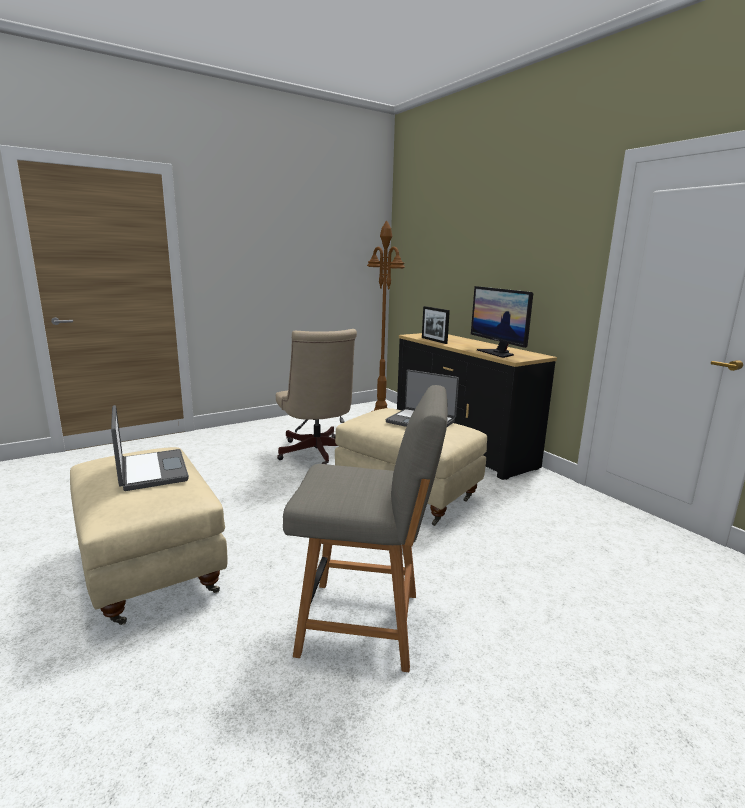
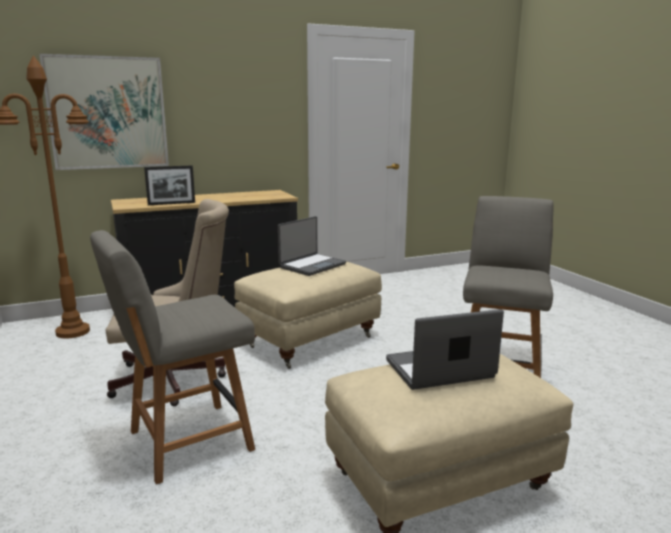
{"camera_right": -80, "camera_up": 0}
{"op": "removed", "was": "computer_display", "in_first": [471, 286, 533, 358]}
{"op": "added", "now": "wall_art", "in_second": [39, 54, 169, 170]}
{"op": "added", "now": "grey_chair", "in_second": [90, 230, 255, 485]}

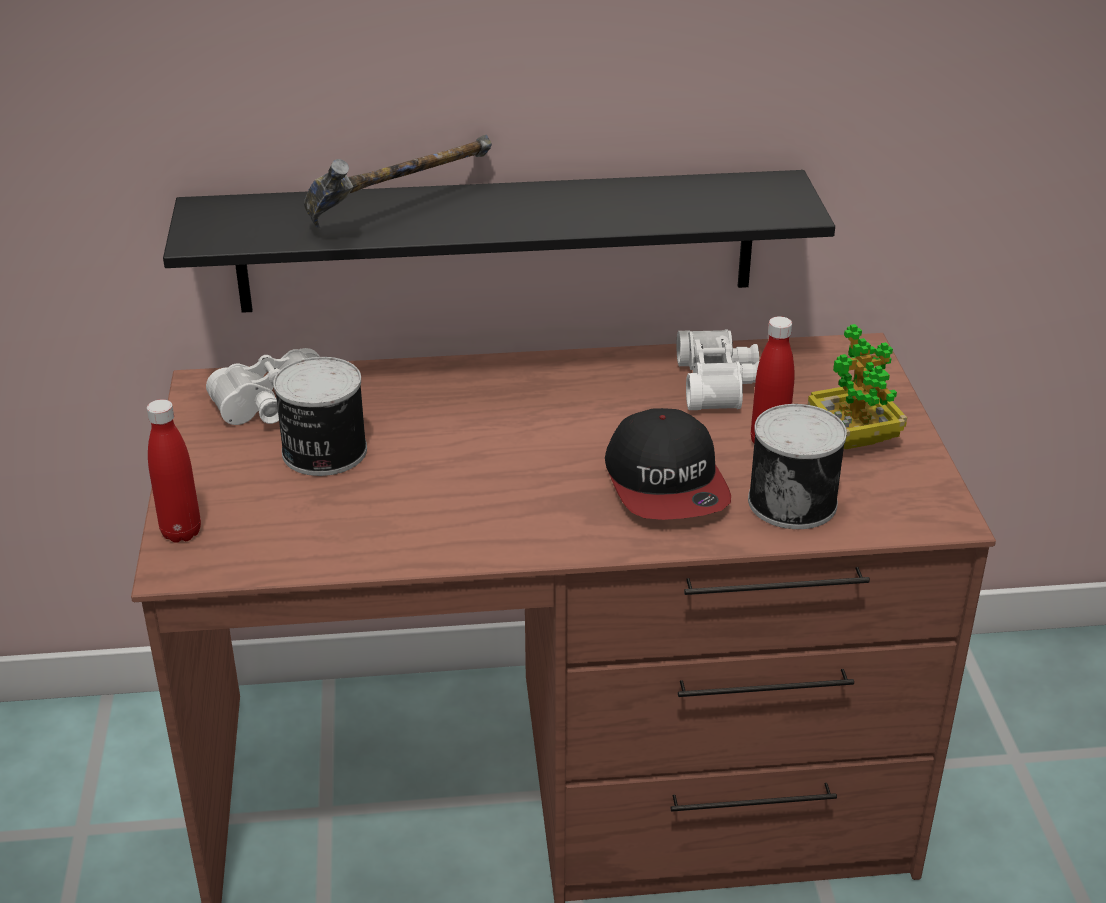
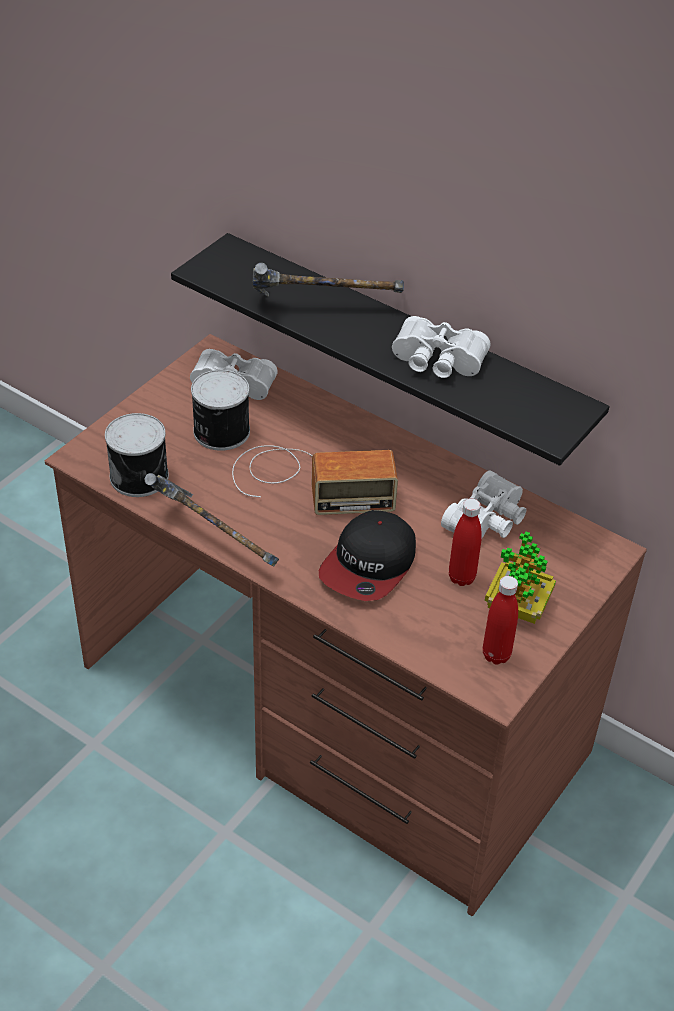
{"camera_right": 40, "camera_up": 10}
{"op": "added", "now": "hammer", "in_second": [144, 473, 279, 566]}
{"op": "added", "now": "radio_receiver", "in_second": [232, 445, 398, 515]}
{"op": "added", "now": "whitish_pair_of_binoculars", "in_second": [392, 316, 490, 378]}
{"op": "moved", "was": "red-coloured_bottle", "in_first": [147, 399, 201, 543], "in_second": [483, 576, 518, 665]}
{"op": "moved", "was": "sealed_can", "in_first": [748, 404, 847, 529], "in_second": [105, 413, 169, 497]}

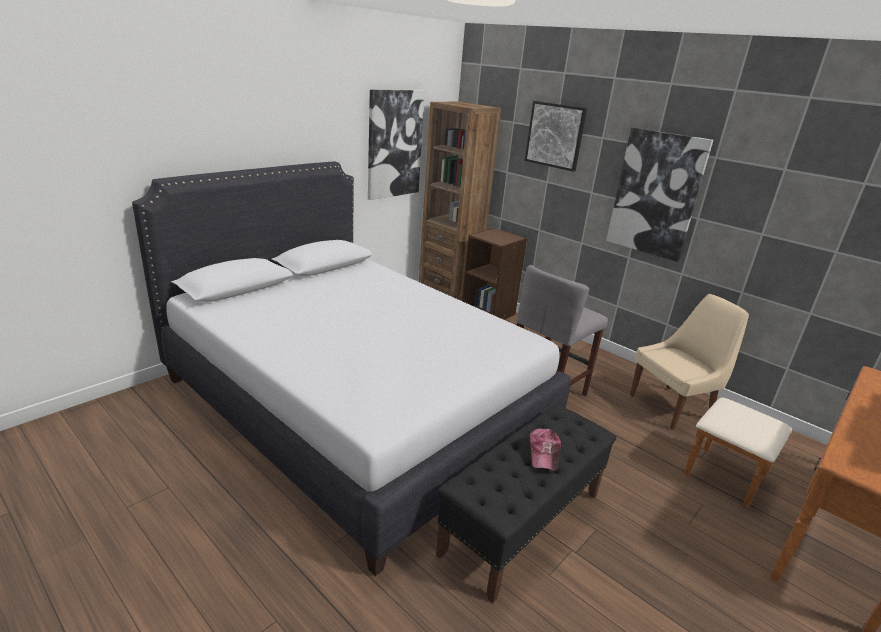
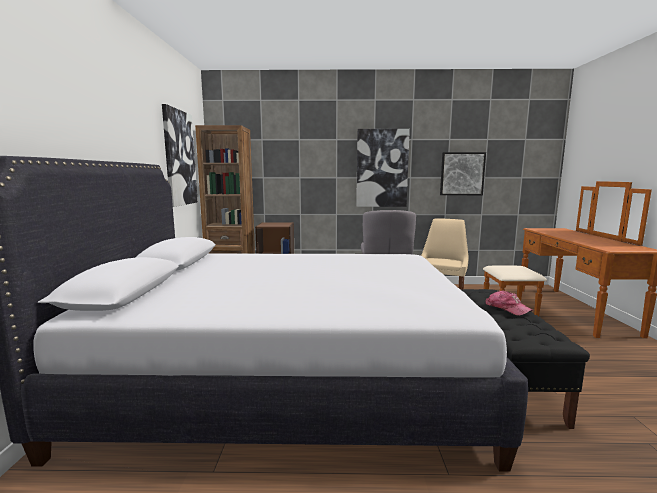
{"camera_right": -40, "camera_up": -15}
{"op": "moved", "was": "wall_art", "in_first": [525, 101, 587, 172], "in_second": [440, 152, 486, 195]}

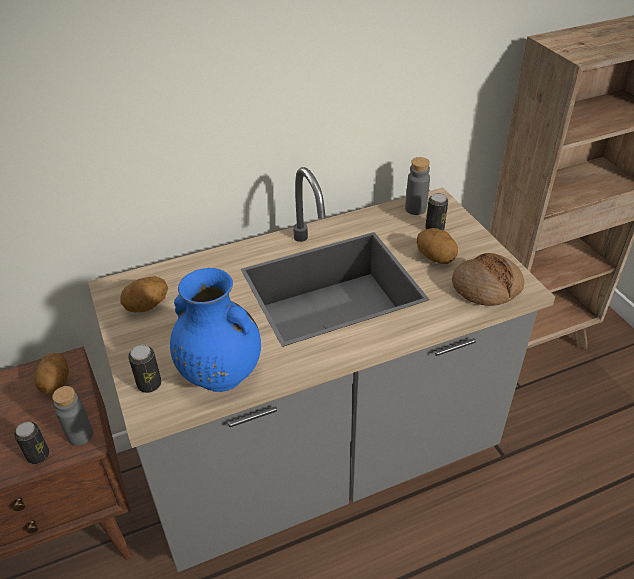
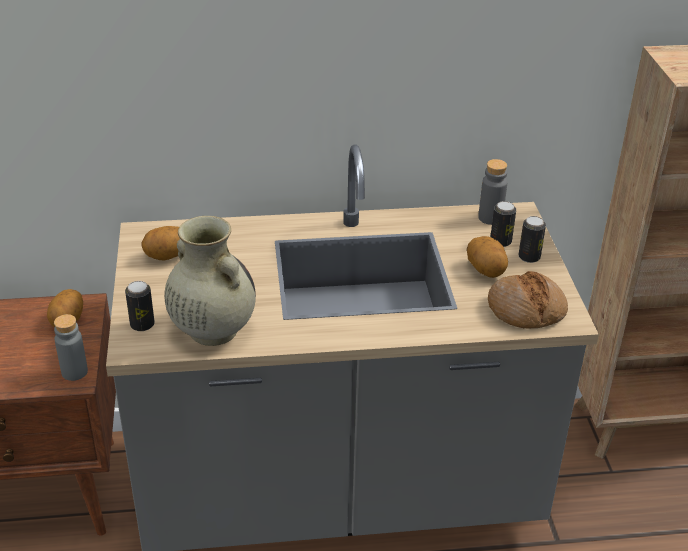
{"camera_right": 15, "camera_up": -5}
{"op": "moved", "was": "sealed_can", "in_first": [14, 422, 49, 464], "in_second": [519, 216, 546, 263]}
{"op": "recoloured", "was": "blue_flower_vase", "now": "sand-coloured_flower_vase", "in_first": [170, 268, 261, 392], "in_second": [164, 216, 256, 346]}

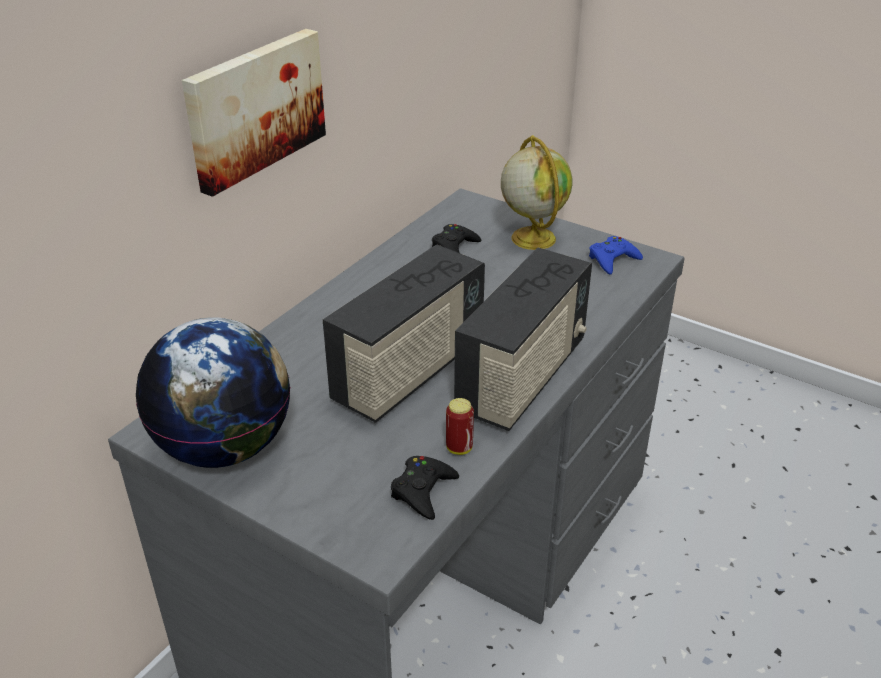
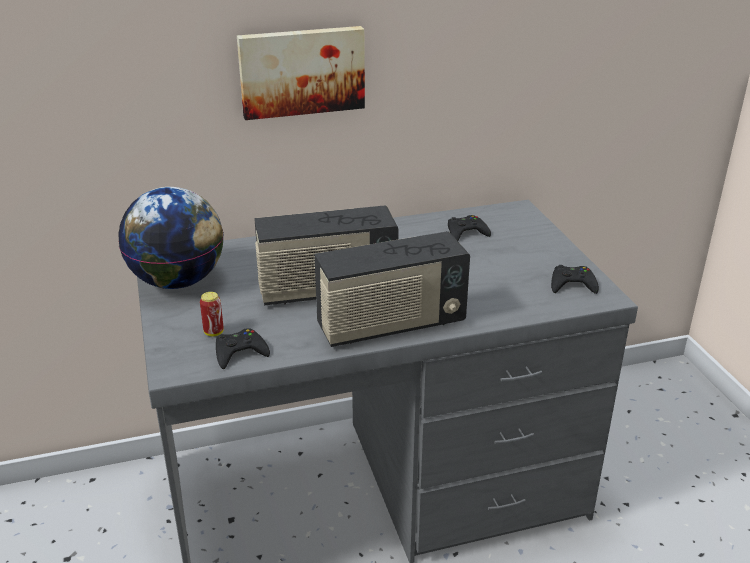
{"camera_right": 40, "camera_up": -5}
{"op": "removed", "was": "world_globe", "in_first": [501, 135, 572, 250]}
{"op": "moved", "was": "sealed_can", "in_first": [446, 398, 474, 455], "in_second": [200, 292, 224, 336]}
{"op": "recoloured", "was": "blue_game_controller", "now": "black-coloured_game_controller", "in_first": [589, 236, 643, 275], "in_second": [551, 265, 599, 294]}

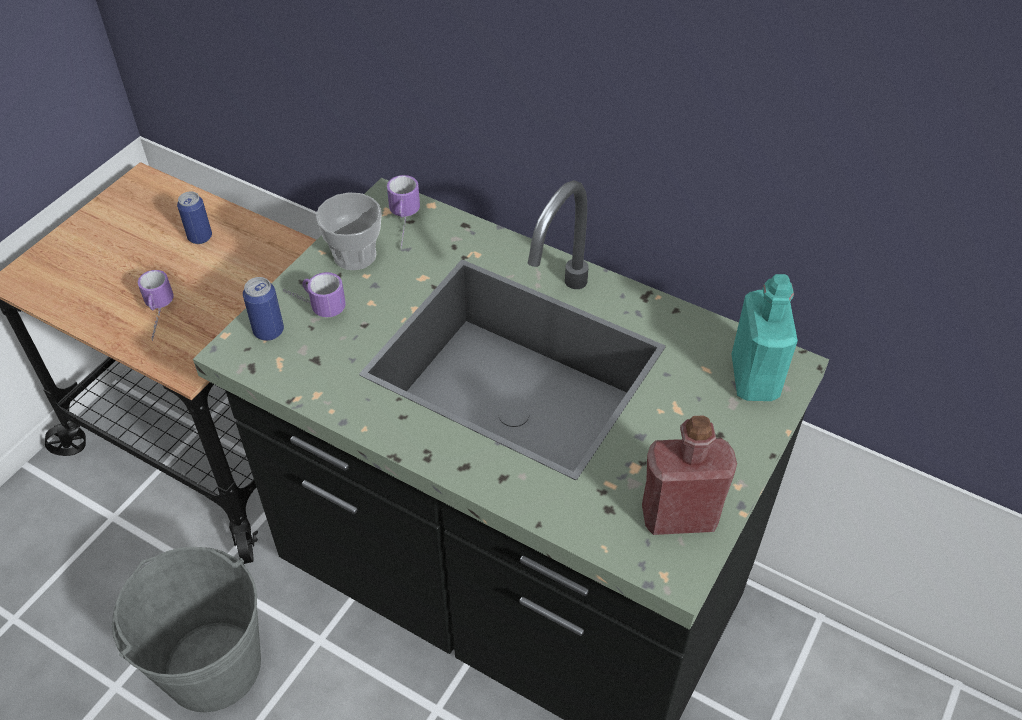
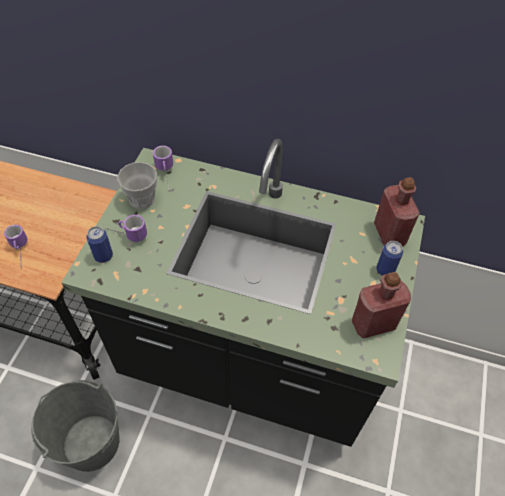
{"camera_right": -15, "camera_up": 5}
{"op": "moved", "was": "sealed_can", "in_first": [177, 191, 212, 244], "in_second": [376, 241, 403, 275]}
{"op": "recoloured", "was": "turquoise-coloured_bottle", "now": "red-coloured_bottle", "in_first": [732, 274, 798, 401], "in_second": [374, 177, 420, 247]}

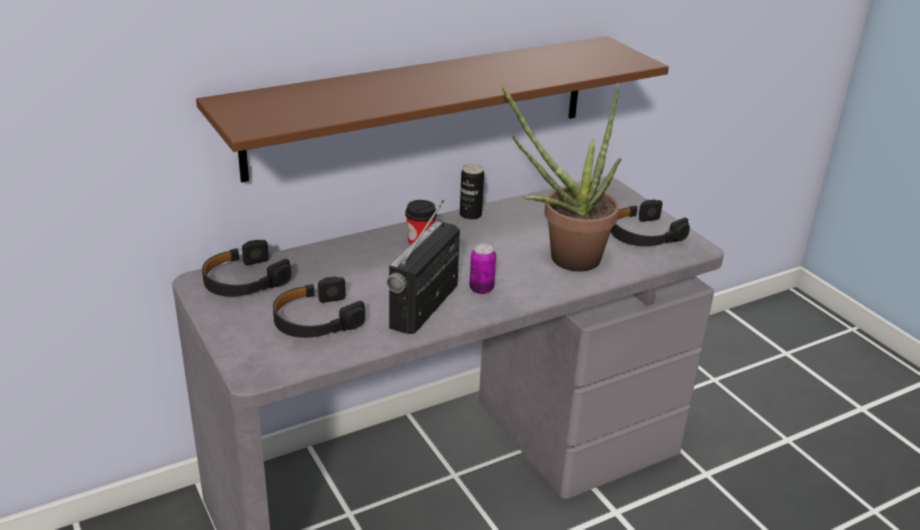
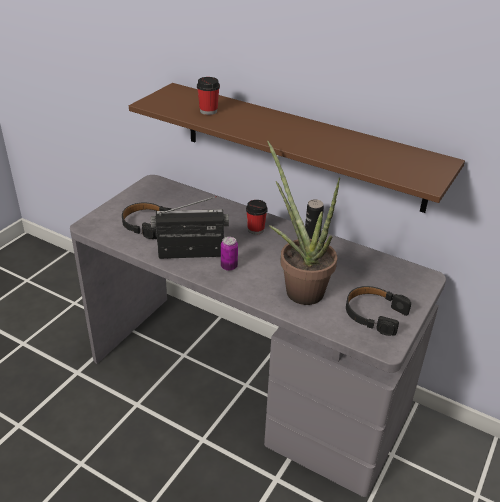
{"camera_right": 60, "camera_up": 5}
{"op": "removed", "was": "black-coloured_headset", "in_first": [202, 240, 292, 297]}
{"op": "added", "now": "small_cup", "in_second": [197, 77, 220, 115]}

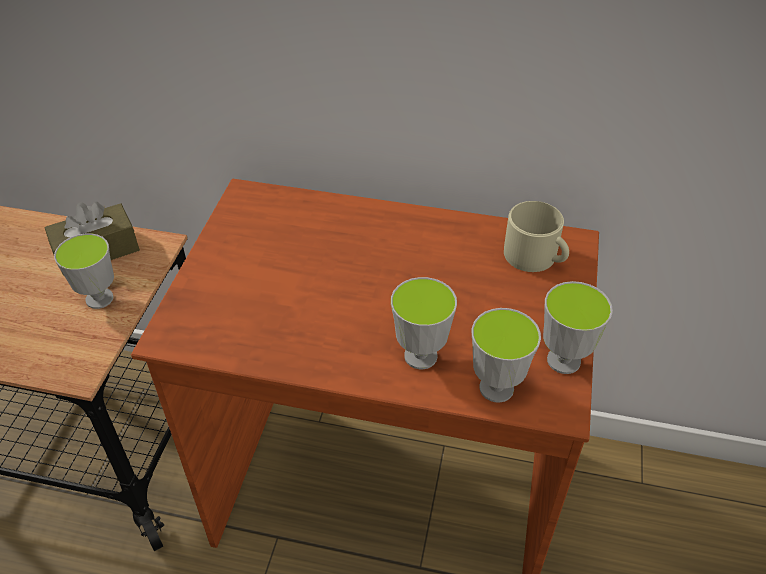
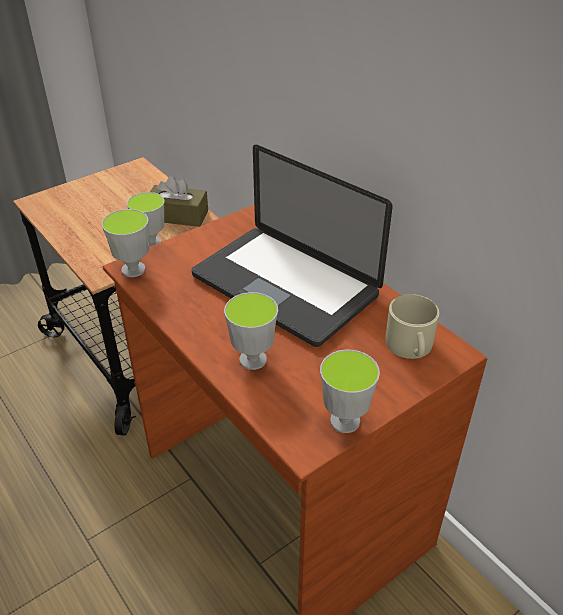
{"camera_right": 40, "camera_up": -5}
{"op": "added", "now": "laptop", "in_second": [192, 145, 393, 347]}
{"op": "moved", "was": "small_cup", "in_first": [472, 308, 541, 403], "in_second": [102, 209, 149, 277]}

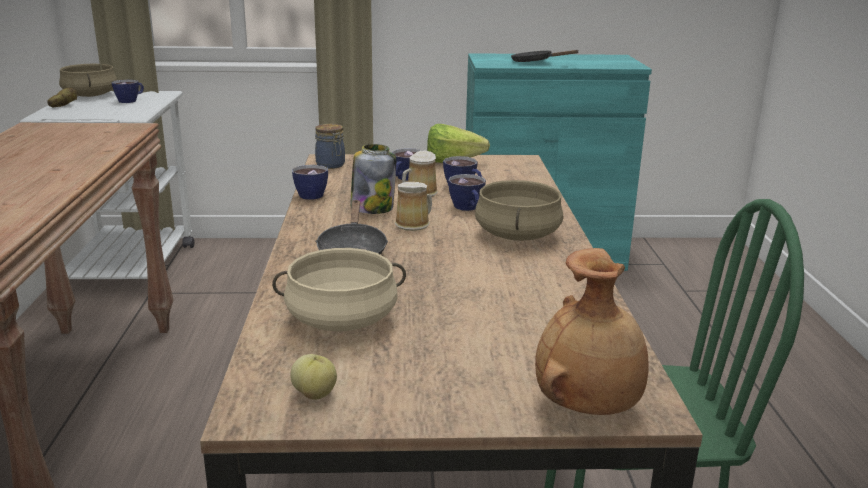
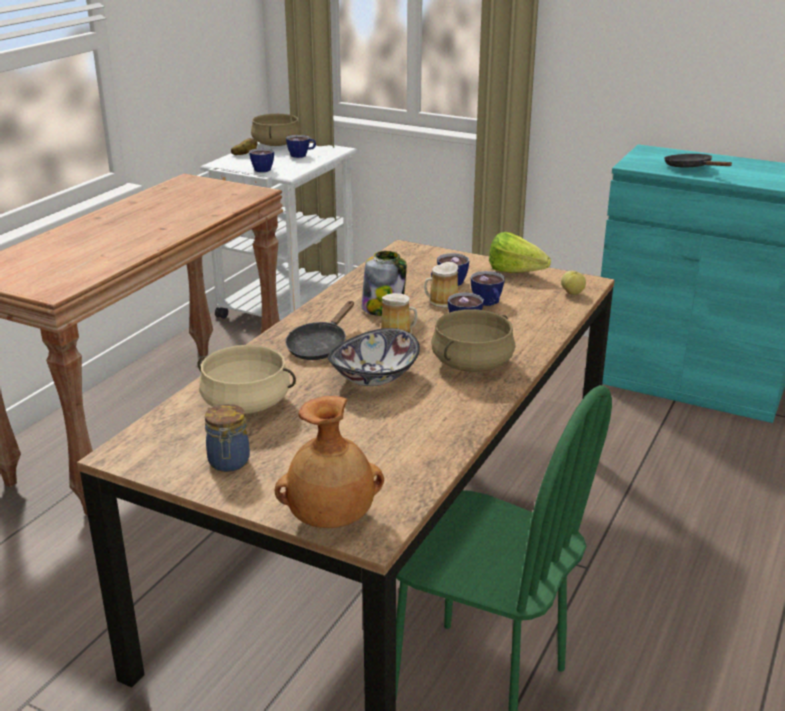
{"camera_right": 30, "camera_up": 5}
{"op": "added", "now": "deep_dish", "in_second": [328, 328, 420, 386]}
{"op": "moved", "was": "apple_fruit", "in_first": [291, 354, 337, 400], "in_second": [561, 271, 586, 295]}
{"op": "moved", "was": "small_cup", "in_first": [292, 165, 328, 200], "in_second": [249, 148, 274, 172]}
{"op": "moved", "was": "storage_jar", "in_first": [315, 124, 345, 169], "in_second": [205, 404, 250, 472]}

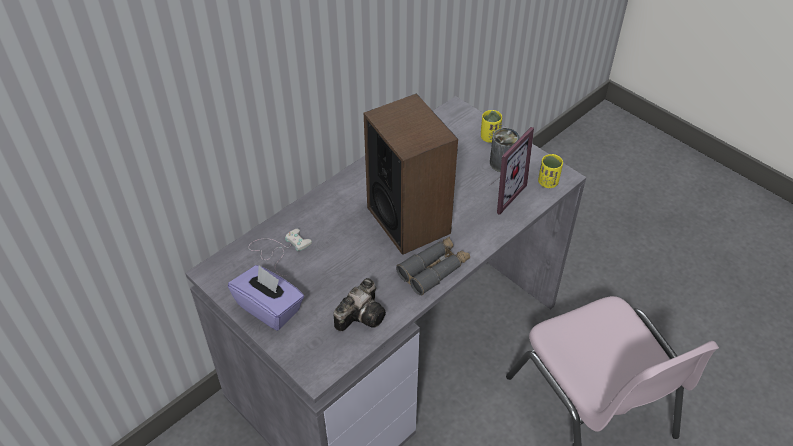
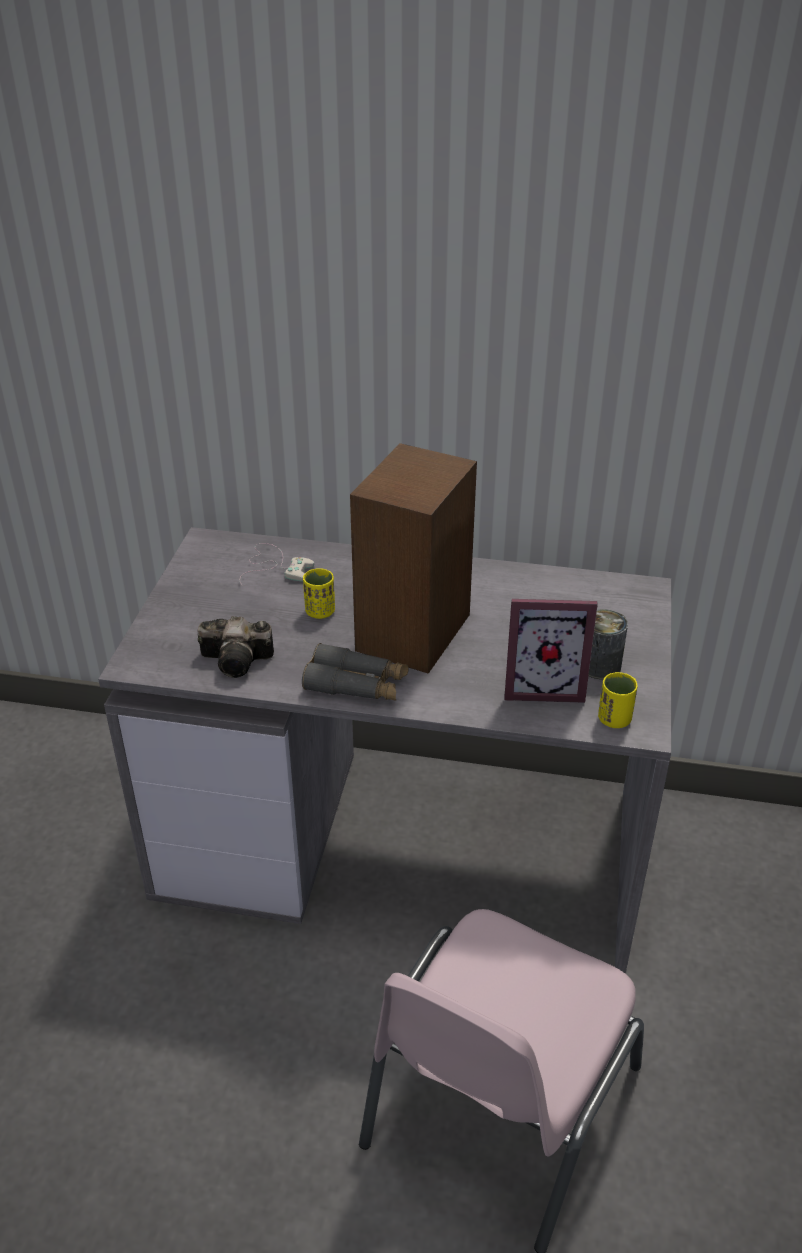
{"camera_right": 55, "camera_up": -10}
{"op": "removed", "was": "purple-coloured_box_of_tissues", "in_first": [228, 265, 304, 331]}
{"op": "moved", "was": "yellowish_small_cup", "in_first": [481, 110, 502, 143], "in_second": [303, 568, 335, 619]}

